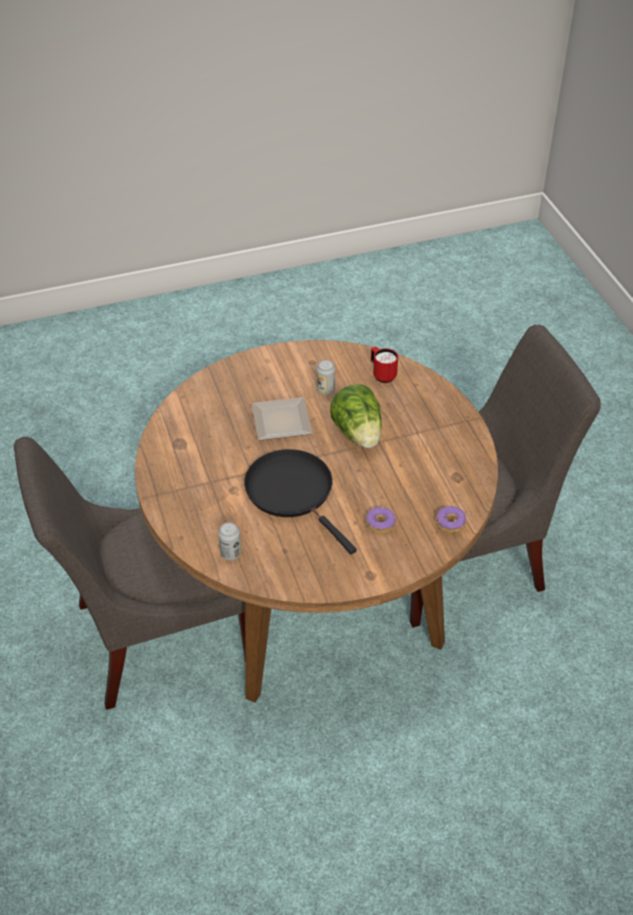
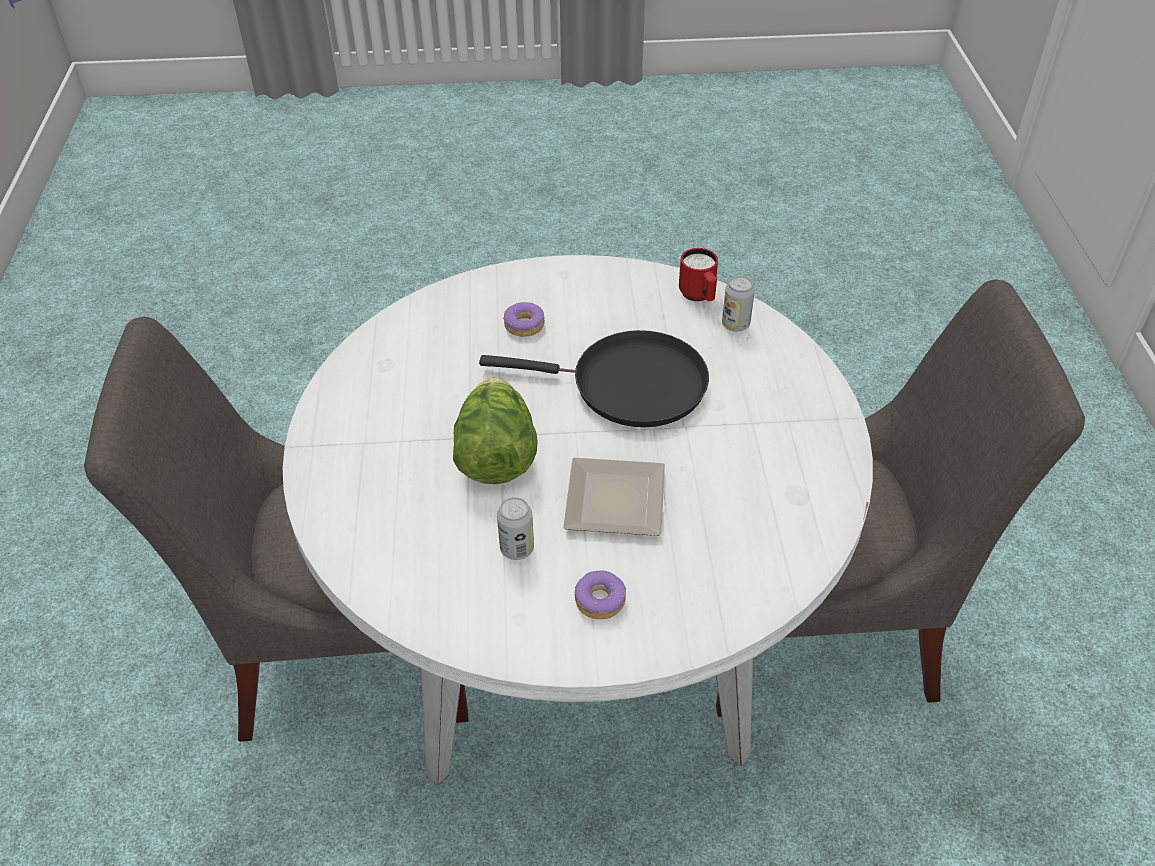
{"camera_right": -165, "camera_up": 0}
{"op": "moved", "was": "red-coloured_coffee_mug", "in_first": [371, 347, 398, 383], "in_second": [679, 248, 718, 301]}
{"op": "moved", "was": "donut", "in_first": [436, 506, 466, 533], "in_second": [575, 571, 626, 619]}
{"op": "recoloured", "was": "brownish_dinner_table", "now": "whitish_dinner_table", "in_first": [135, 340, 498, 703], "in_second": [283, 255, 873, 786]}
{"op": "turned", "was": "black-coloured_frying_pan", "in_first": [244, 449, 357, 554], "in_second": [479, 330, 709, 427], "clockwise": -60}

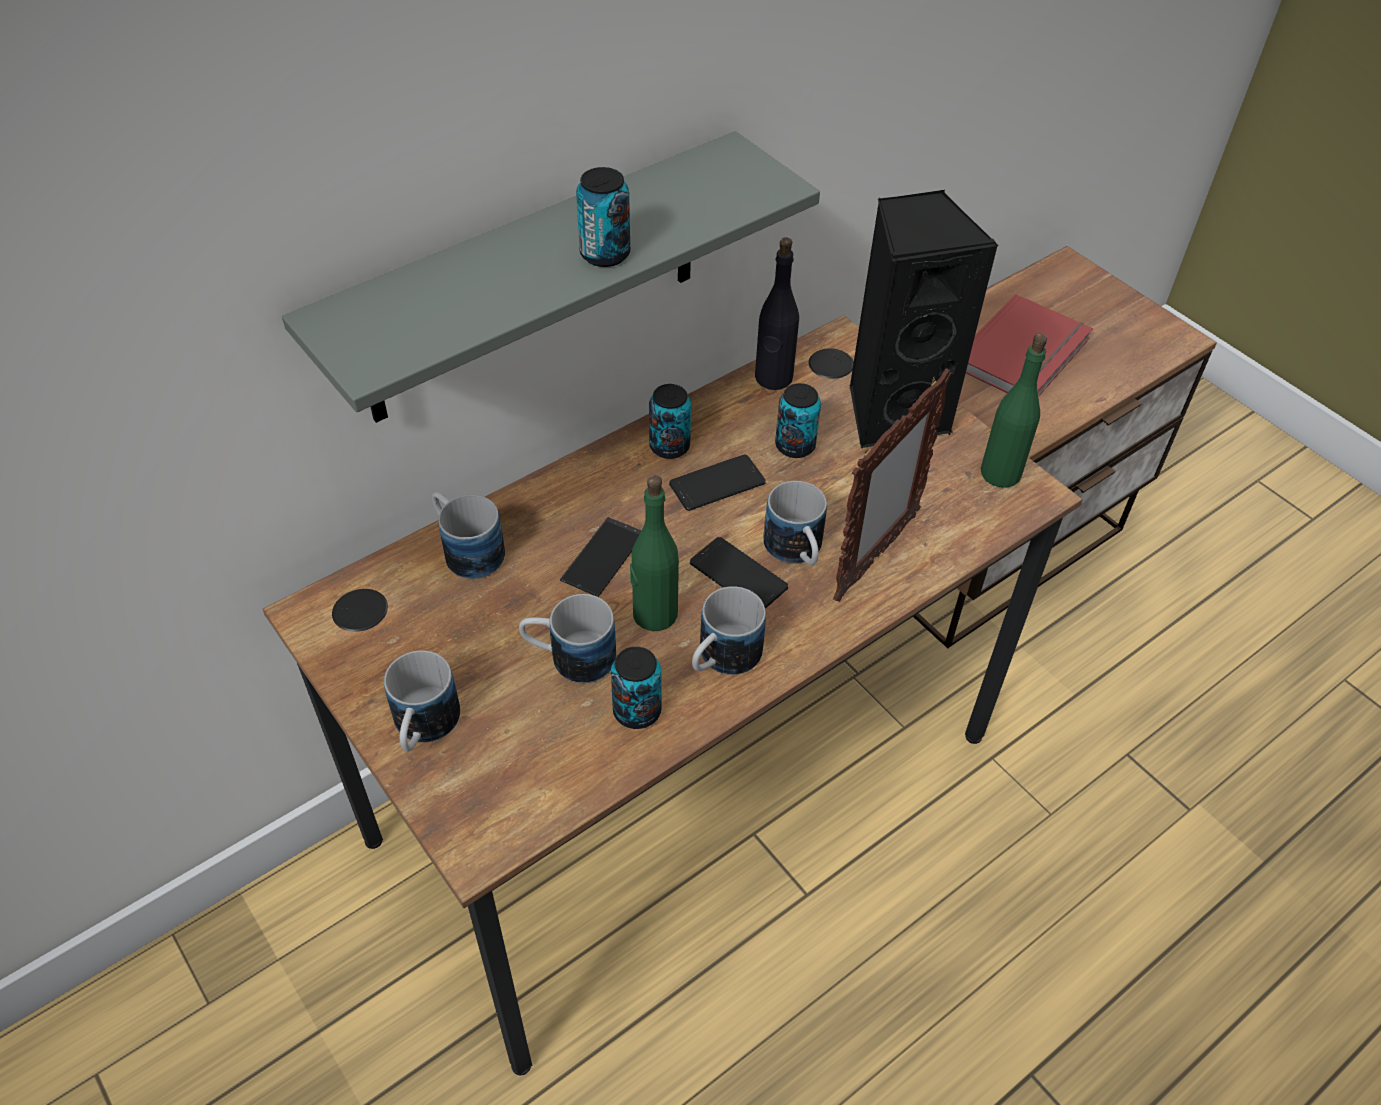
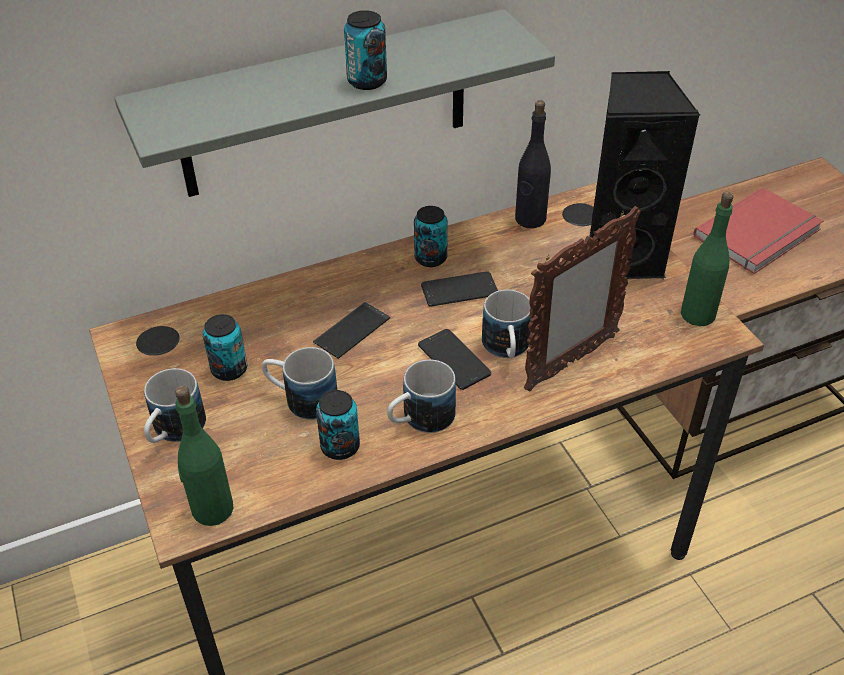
{"camera_right": 15, "camera_up": -5}
{"op": "removed", "was": "coffee_mug", "in_first": [432, 492, 505, 579]}
{"op": "moved", "was": "green_bottle", "in_first": [630, 475, 679, 631], "in_second": [175, 386, 233, 526]}
{"op": "moved", "was": "sealed_can", "in_first": [775, 383, 821, 458], "in_second": [203, 314, 247, 381]}

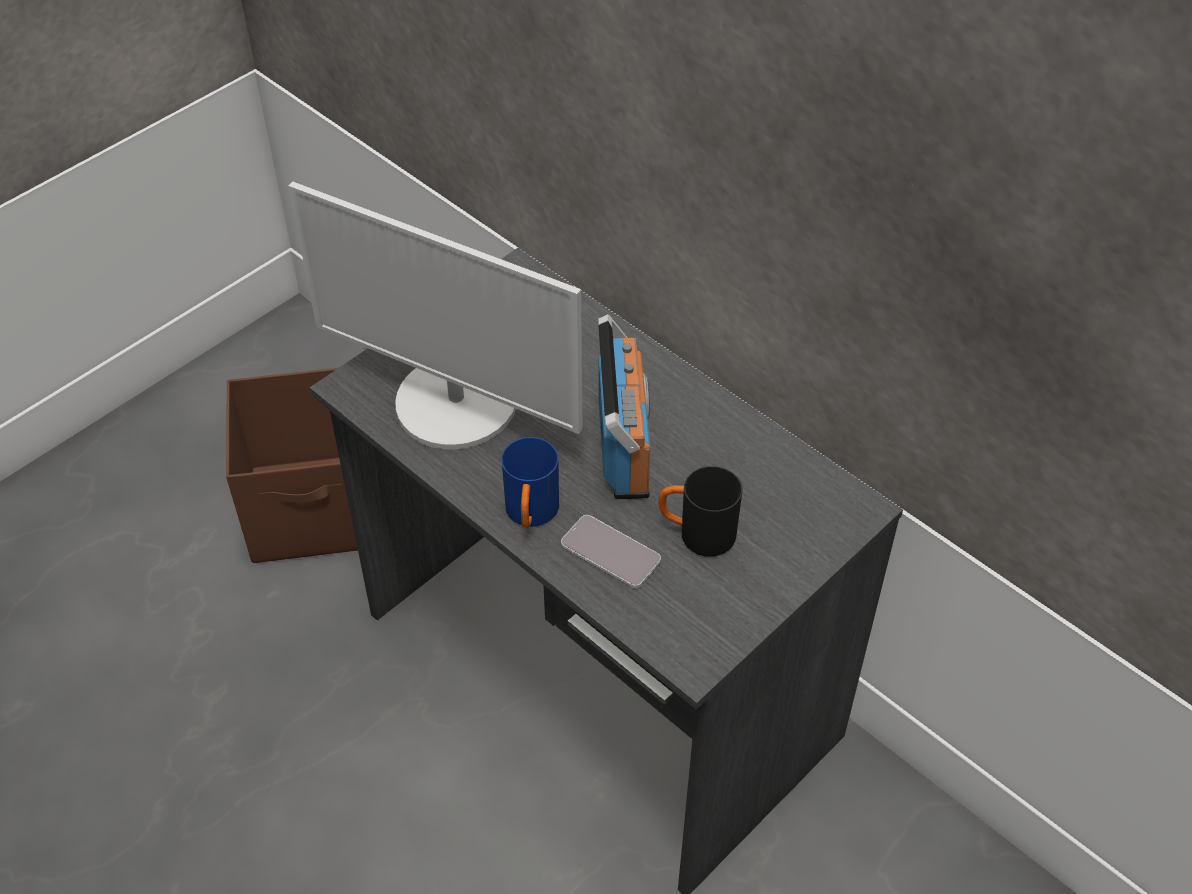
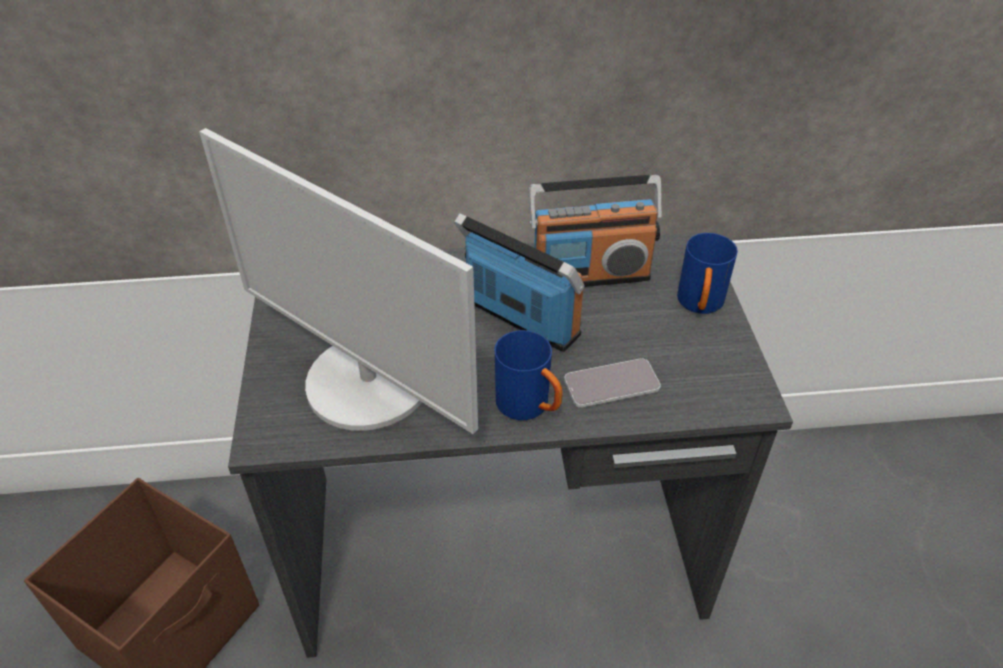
{"camera_right": -50, "camera_up": -5}
{"op": "removed", "was": "black-coloured_coffee_mug", "in_first": [659, 466, 743, 557]}
{"op": "added", "now": "radio_receiver", "in_second": [529, 175, 662, 287]}
{"op": "added", "now": "blue_coffee_mug", "in_second": [677, 233, 738, 314]}
{"op": "turned", "was": "computer_display", "in_first": [288, 182, 583, 450], "in_second": [199, 128, 478, 434], "clockwise": 60}

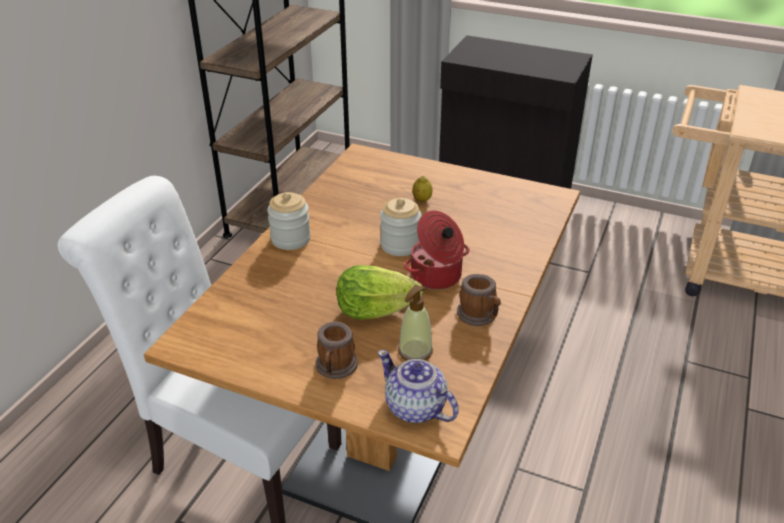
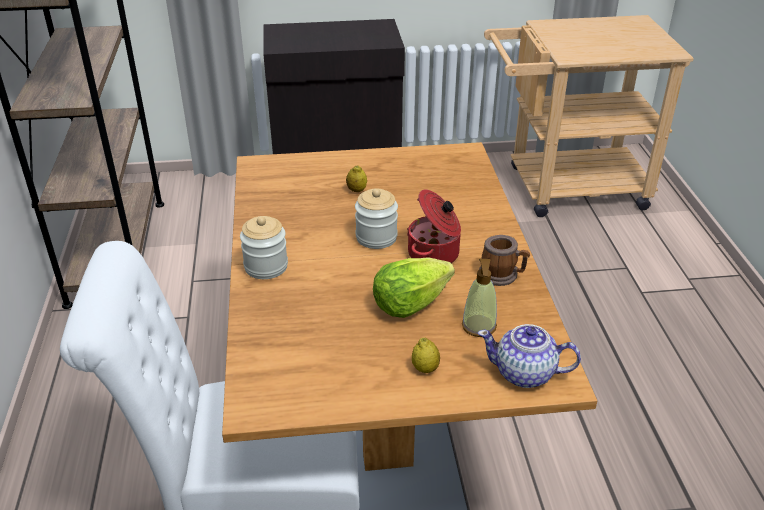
{"camera_right": -30, "camera_up": 0}
{"op": "replaced", "was": "coffee_mug", "now": "citrus_fruit", "in_first": [316, 322, 358, 379], "in_second": [412, 337, 440, 373]}

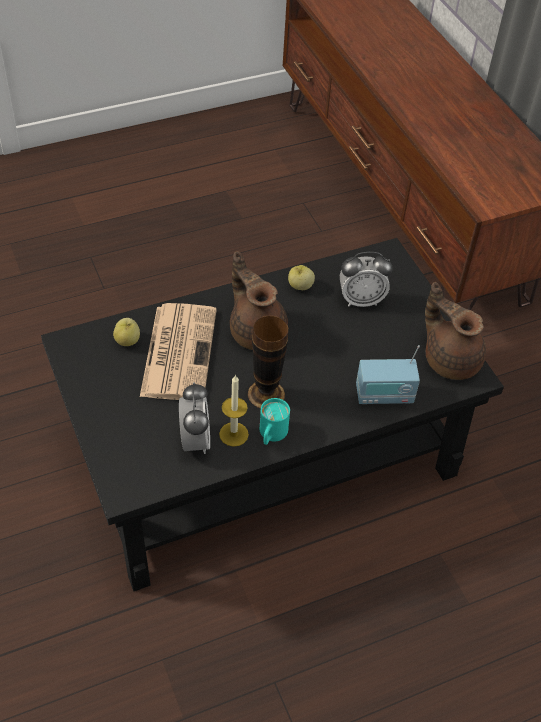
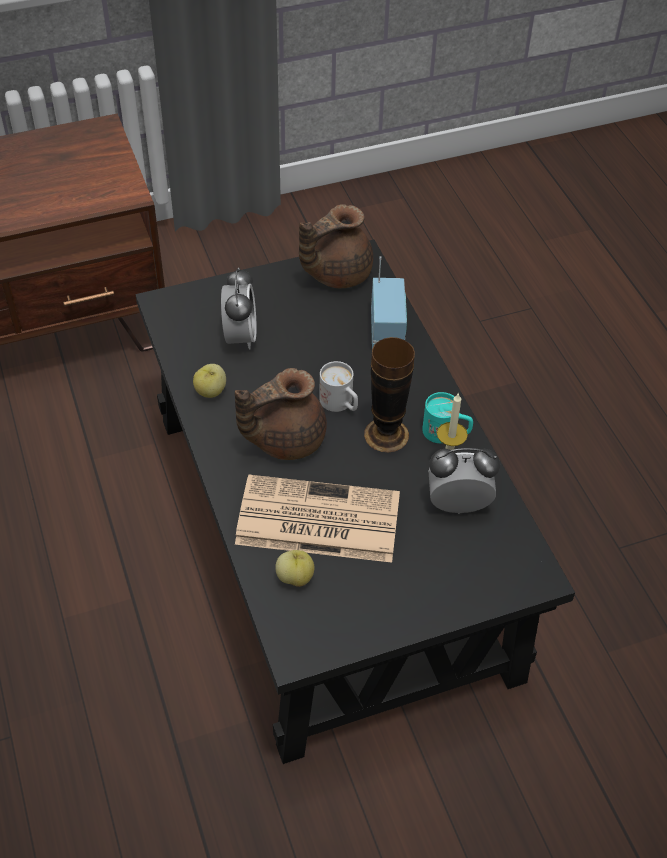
{"camera_right": -85, "camera_up": 0}
{"op": "added", "now": "whitish_coffee_mug", "in_second": [319, 361, 358, 412]}

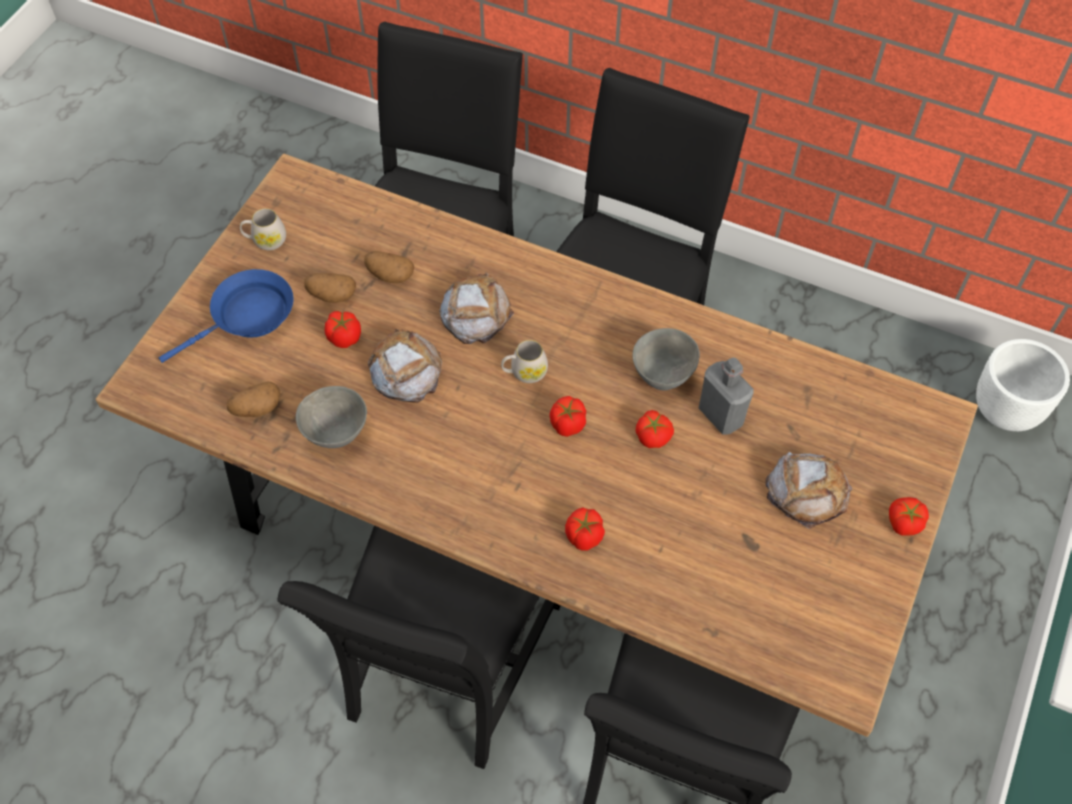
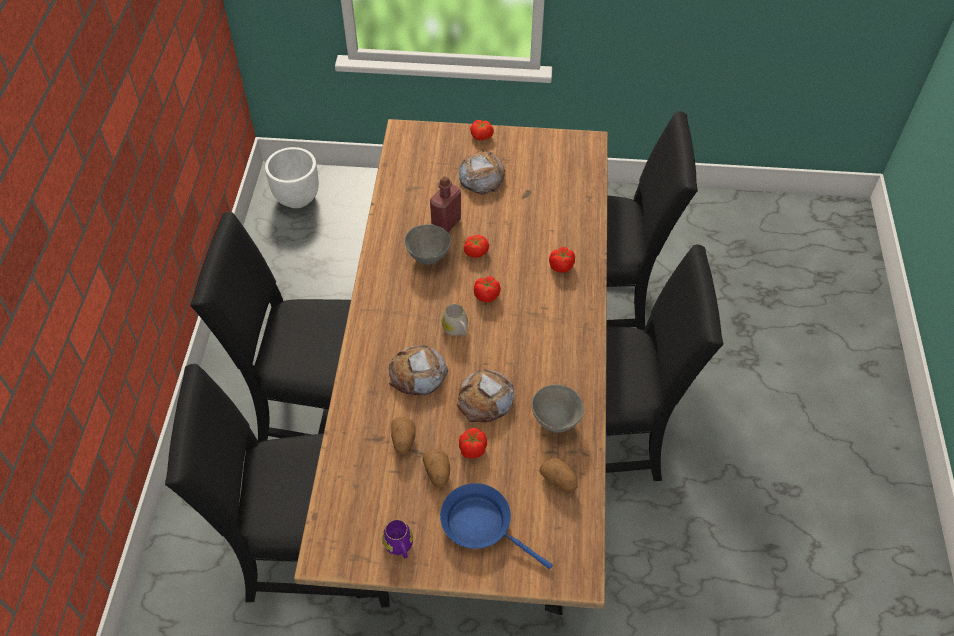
{"camera_right": -110, "camera_up": -5}
{"op": "recoloured", "was": "whitish_coffee_mug", "now": "purple-coloured_coffee_mug", "in_first": [240, 208, 286, 251], "in_second": [382, 519, 413, 558]}
{"op": "recoloured", "was": "grey_bottle", "now": "red-coloured_bottle", "in_first": [699, 357, 754, 435], "in_second": [430, 176, 461, 232]}

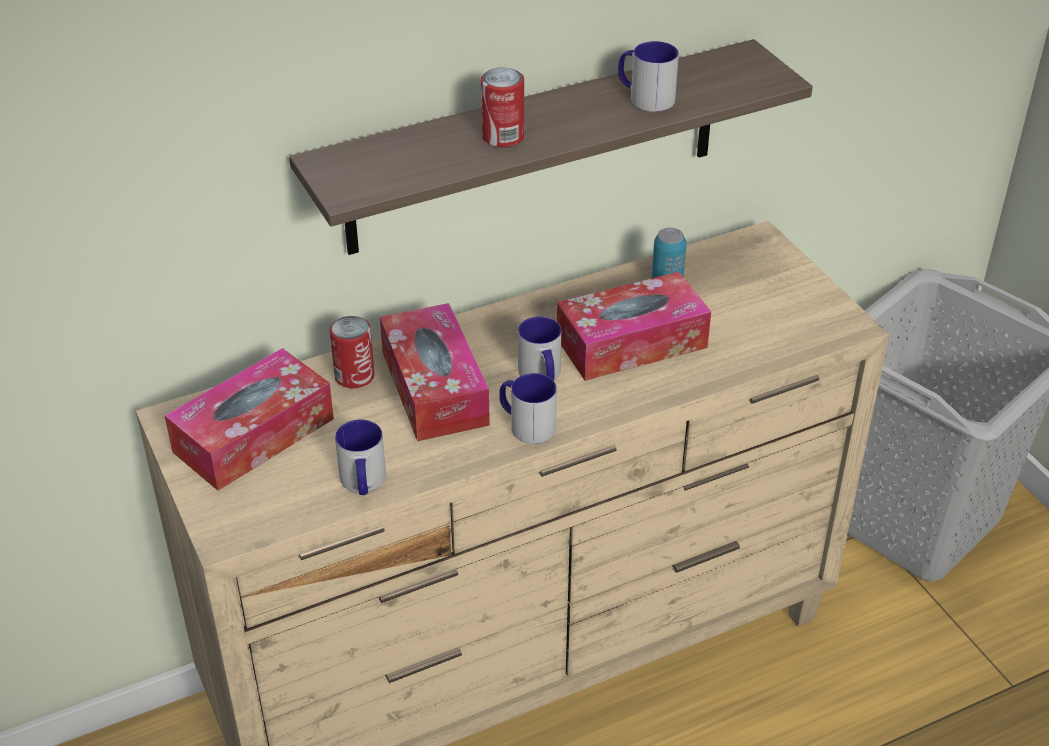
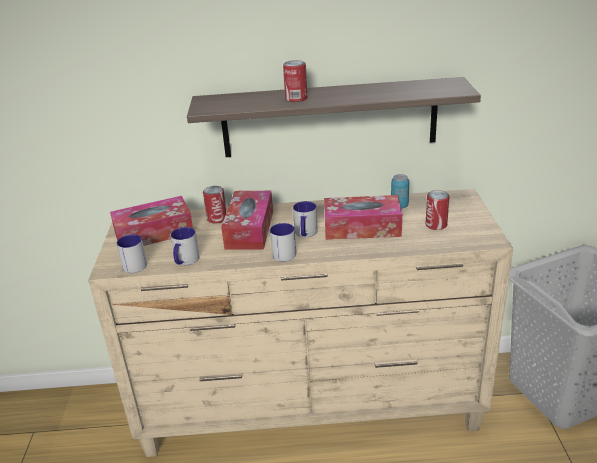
{"camera_right": 25, "camera_up": -10}
{"op": "added", "now": "sealed_can", "in_second": [425, 190, 450, 230]}
{"op": "moved", "was": "coffee_mug", "in_first": [618, 41, 679, 112], "in_second": [117, 234, 147, 273]}

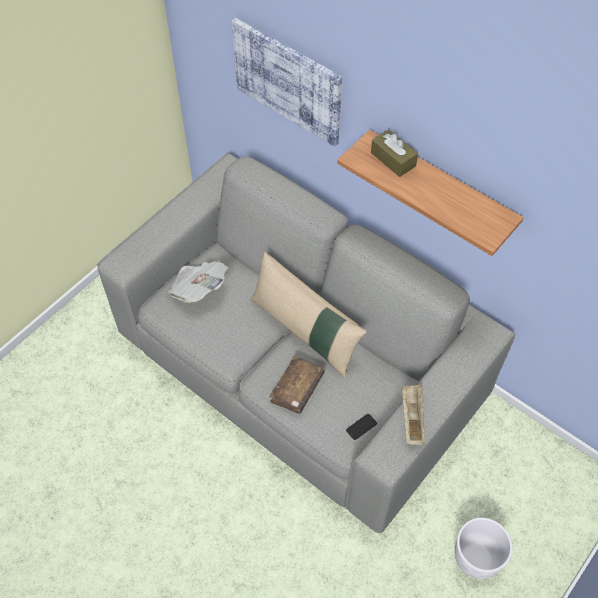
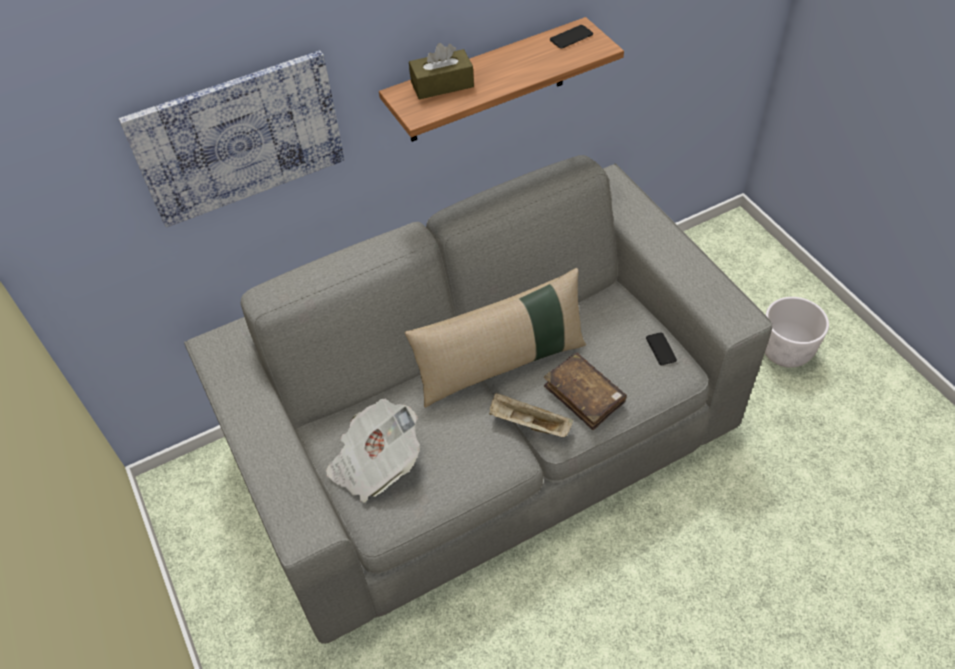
{"camera_right": -65, "camera_up": -5}
{"op": "added", "now": "phone", "in_second": [550, 25, 593, 49]}
{"op": "moved", "was": "sand-coloured_carrying_tray", "in_first": [402, 385, 425, 445], "in_second": [489, 393, 573, 437]}

